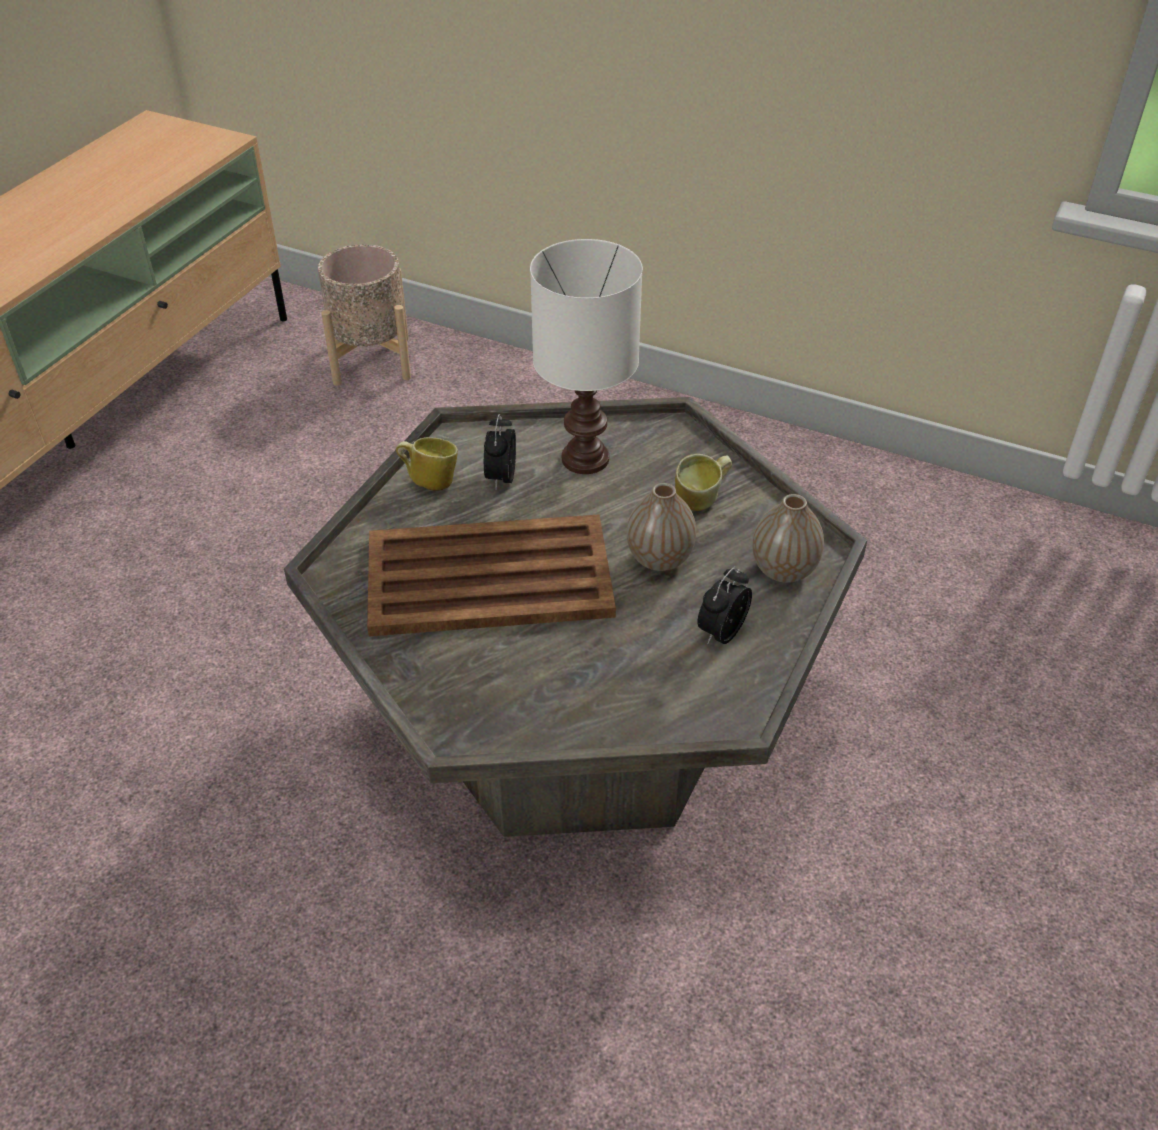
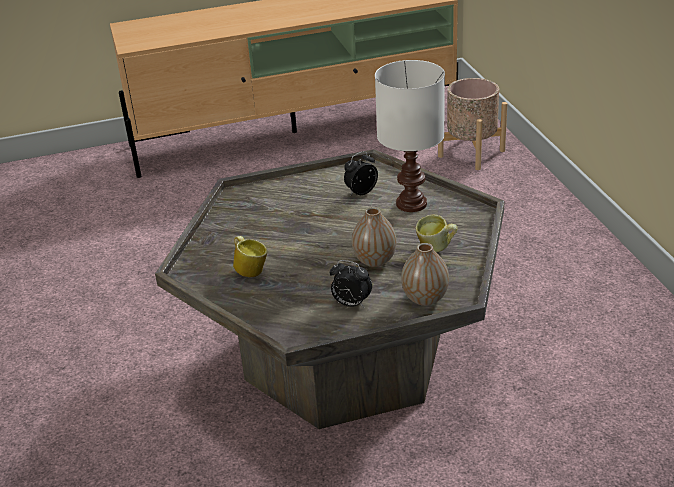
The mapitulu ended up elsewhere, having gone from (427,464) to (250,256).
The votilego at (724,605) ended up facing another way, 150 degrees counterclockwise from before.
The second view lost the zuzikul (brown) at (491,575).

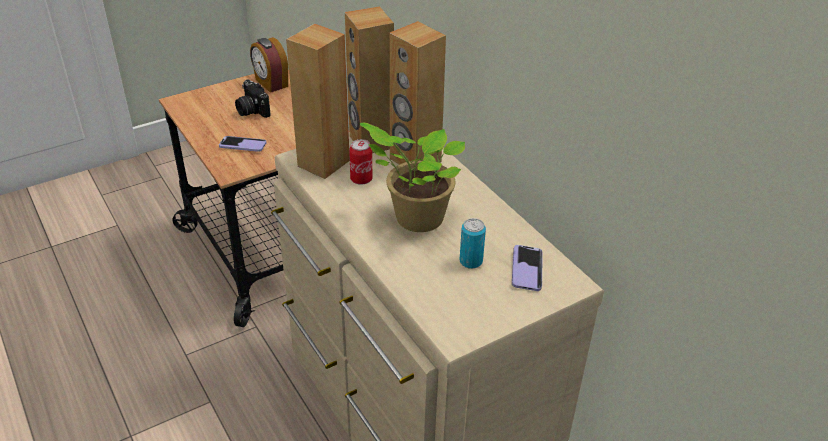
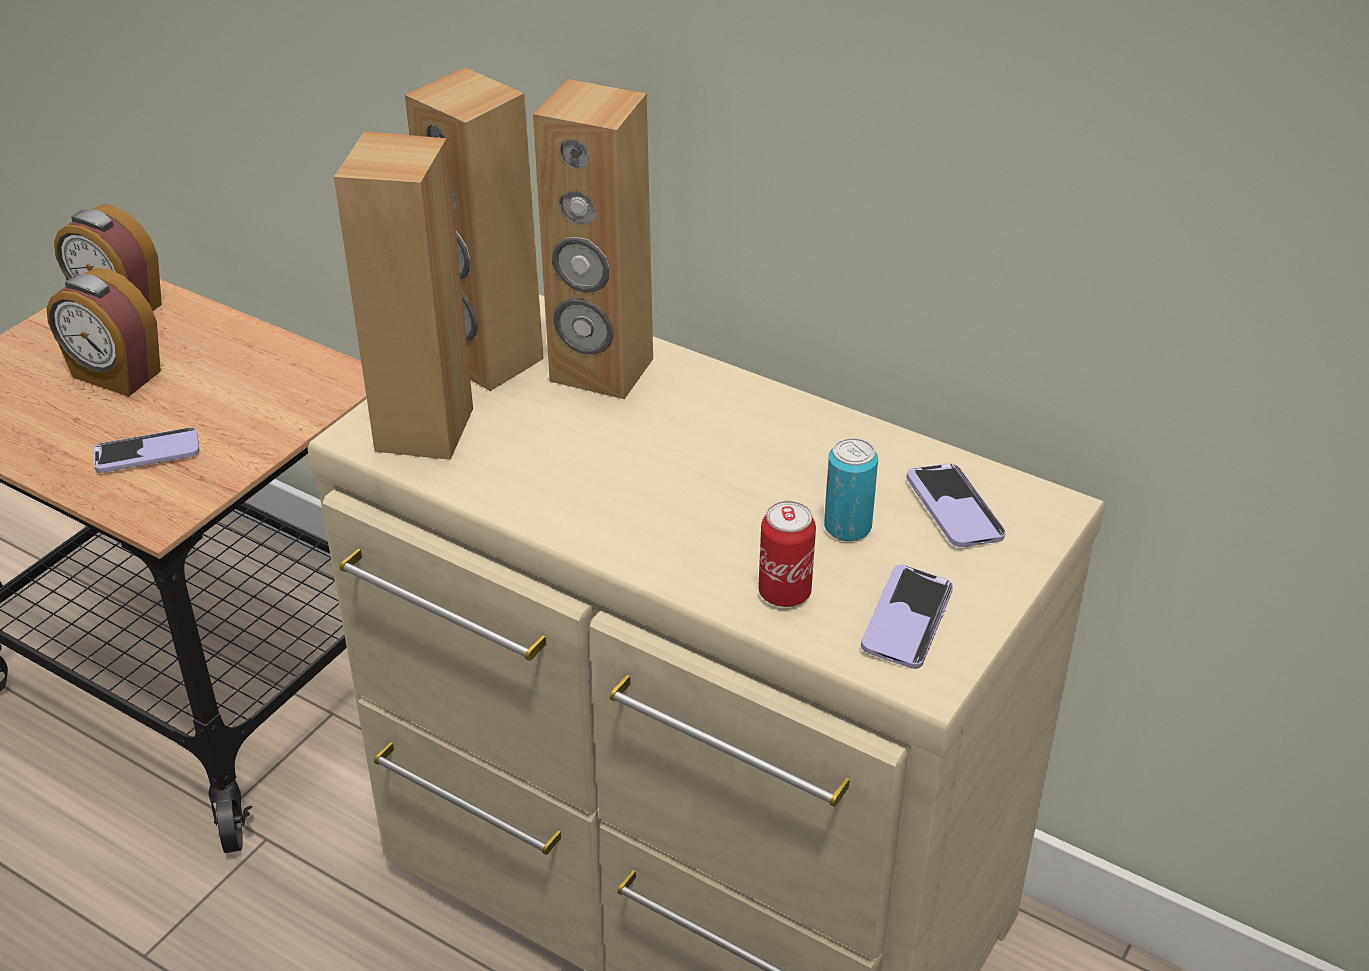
Where the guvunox stood at (252,98), the votilego came to stand at (103,332).
The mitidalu ended up elsewhere, having gone from (360,162) to (787,554).
The second view gained the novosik at (907,617).
The second view lost the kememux at (412,177).

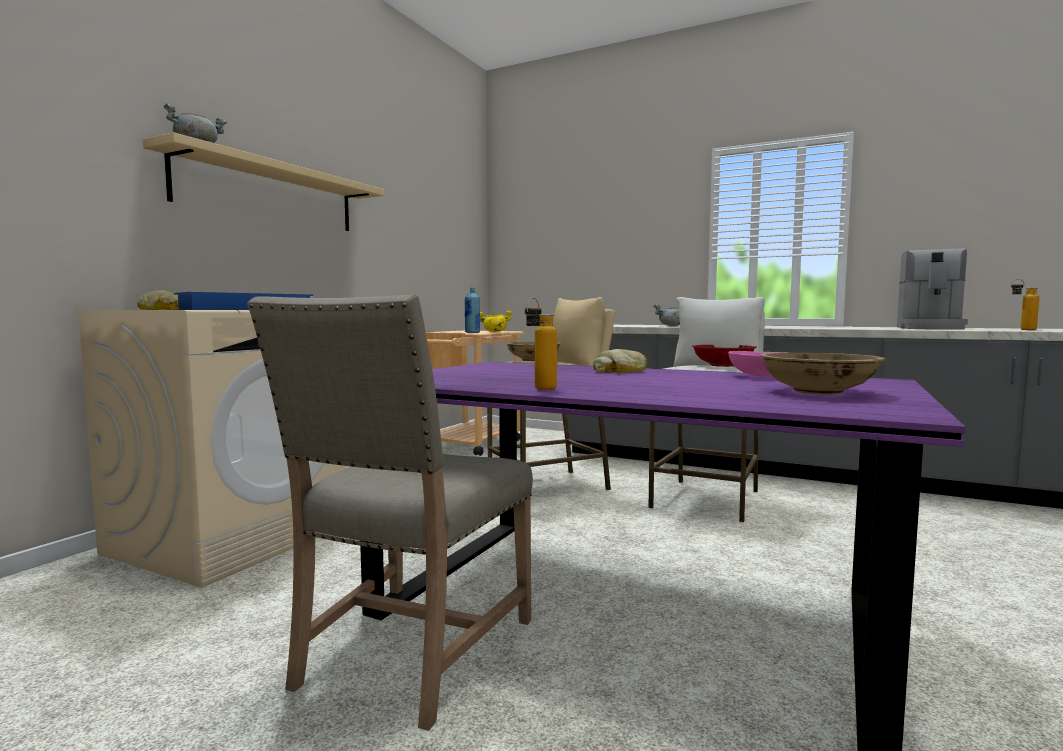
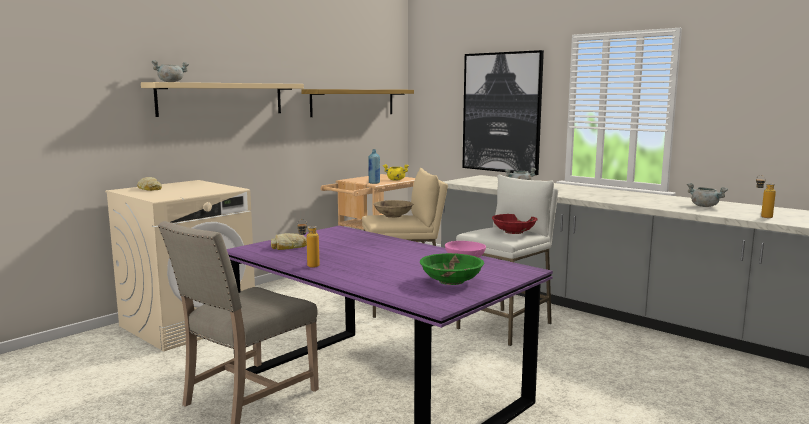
The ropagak ended up elsewhere, having gone from (620,361) to (289,241).
The second view gained the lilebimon at (357,103).
What was the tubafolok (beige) at (822,374) turned into the tubafolok (green) at (452,269).
The second view gained the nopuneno at (503,112).
Where the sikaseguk stood at (932,289), the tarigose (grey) came to stand at (707,195).
The second view lost the zuzikul (blue) at (243,301).

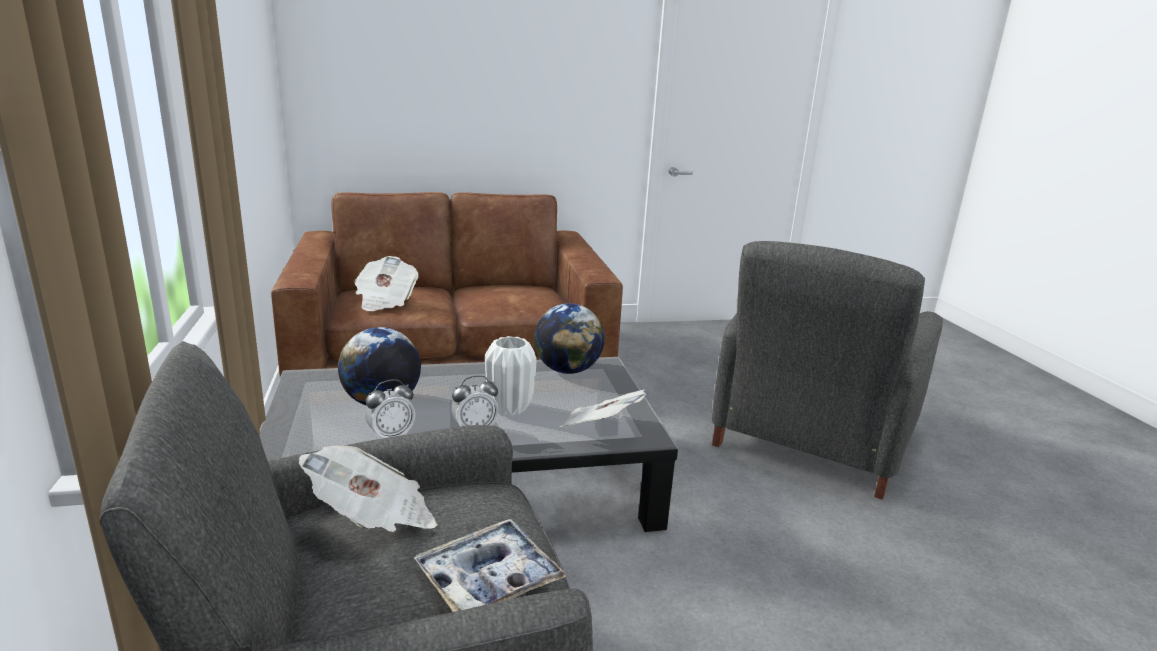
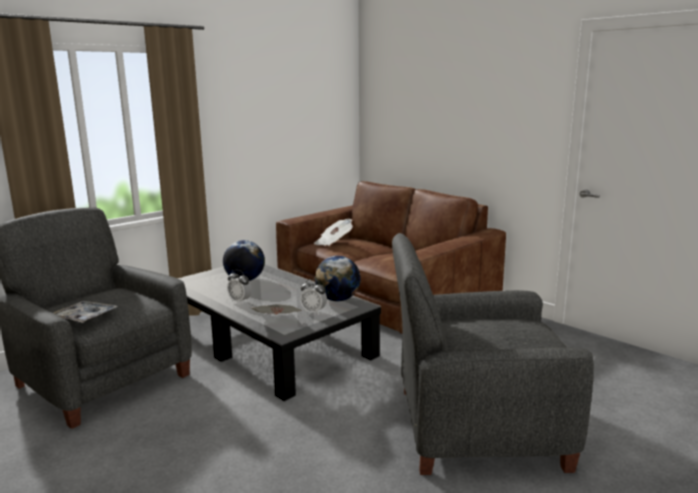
The votilego ended up elsewhere, having gone from (390,408) to (313,297).
The second view lost the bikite at (368,489).
The second view lost the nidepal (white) at (511,376).

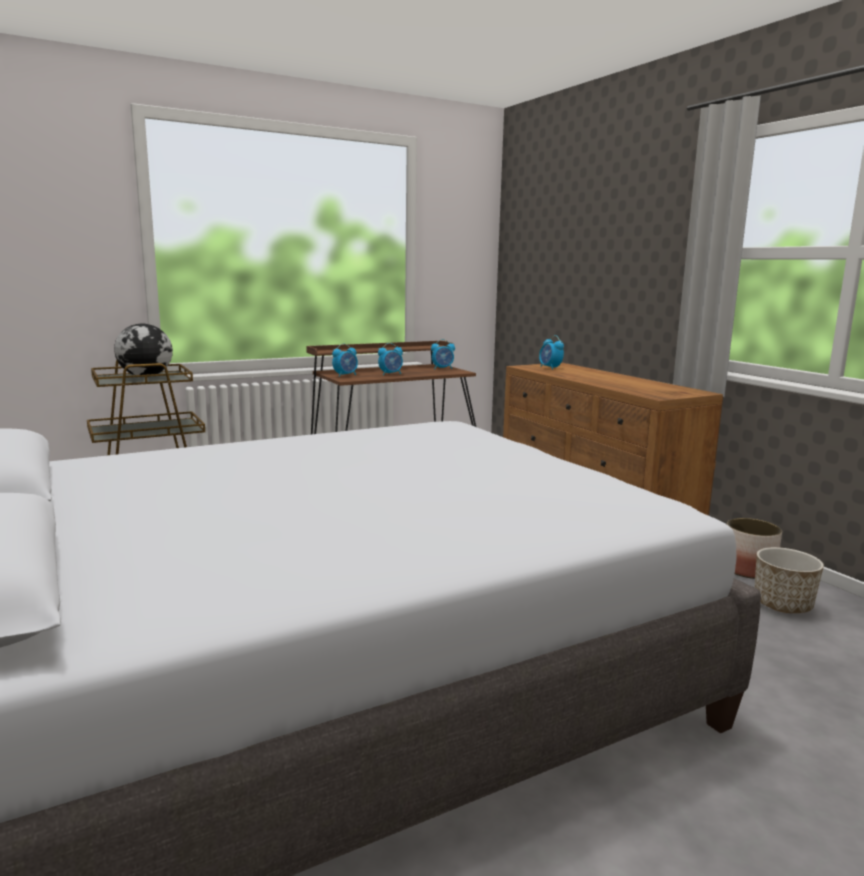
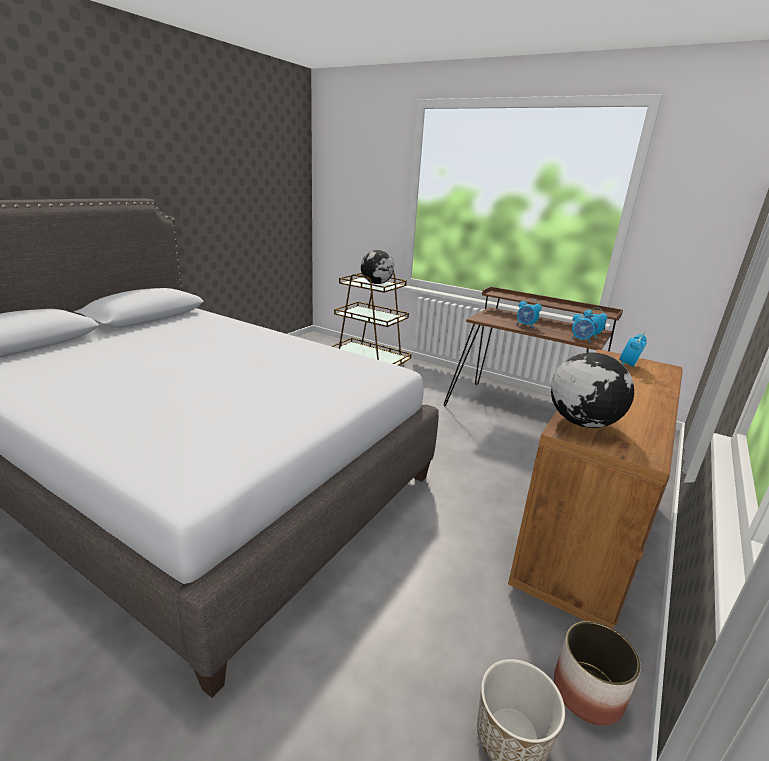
The second view gained the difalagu at (592,390).
The votilego ended up elsewhere, having gone from (345,360) to (585,327).

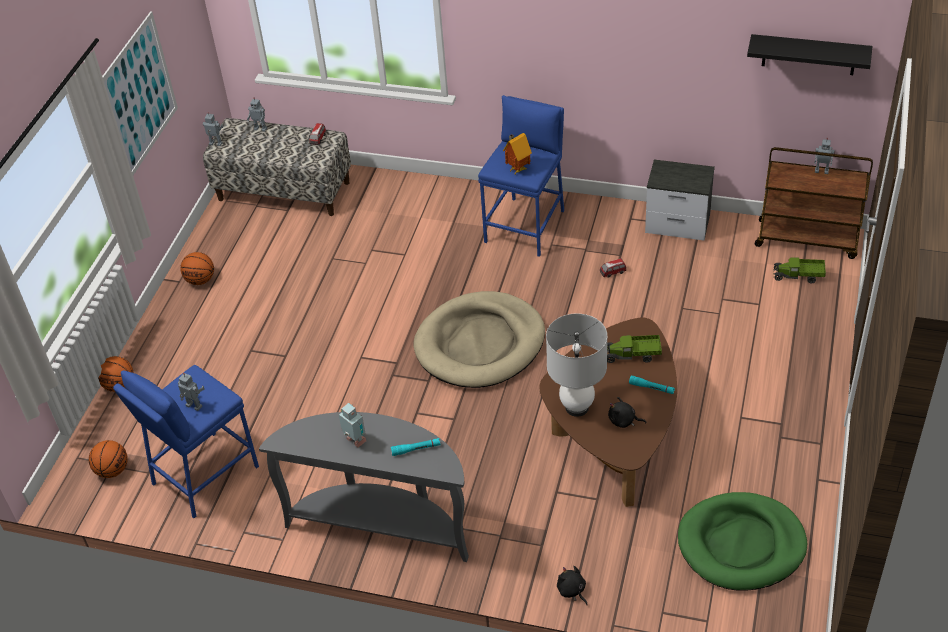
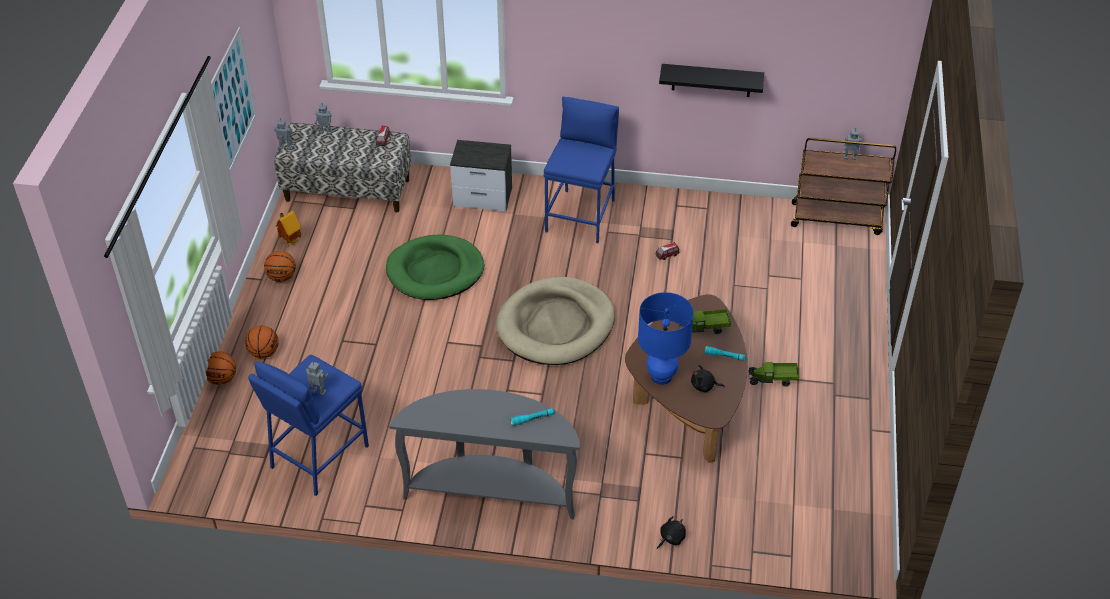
The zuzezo ended up elsewhere, having gone from (108,459) to (262,342).
The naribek ended up elsewhere, having gone from (517,154) to (288,229).
The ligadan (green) ended up elsewhere, having gone from (742,541) to (435,267).
The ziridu ended up elsewhere, having gone from (680,200) to (481,175).
What was the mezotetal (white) at (576,365) turned into the mezotetal (blue) at (666,338).
The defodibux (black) at (572,585) ended up facing another way, 90 degrees clockwise from before.
The lilebimon (black) ended up elsewhere, having gone from (810,54) to (711,80).
The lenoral ended up elsewhere, having gone from (799,270) to (773,374).
The second view lost the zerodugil at (352,425).

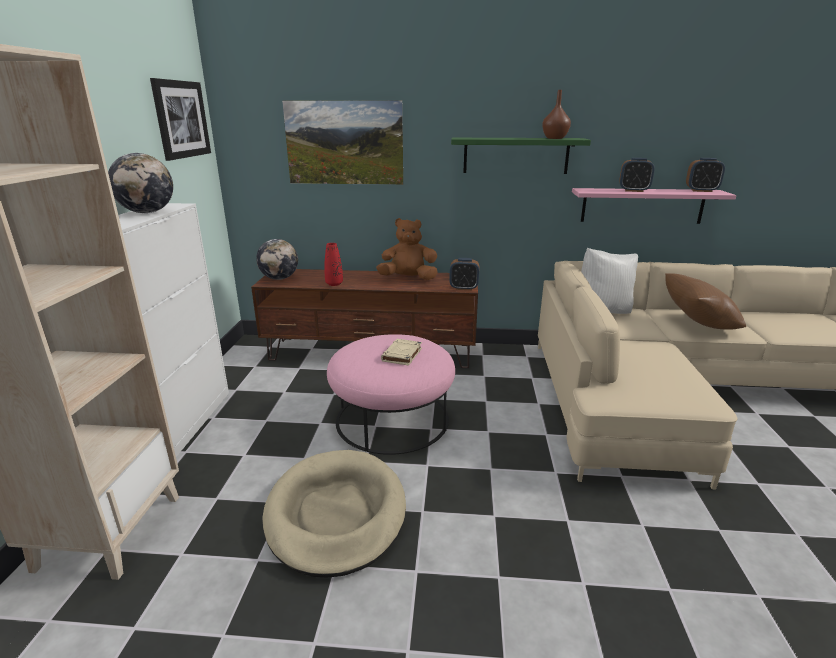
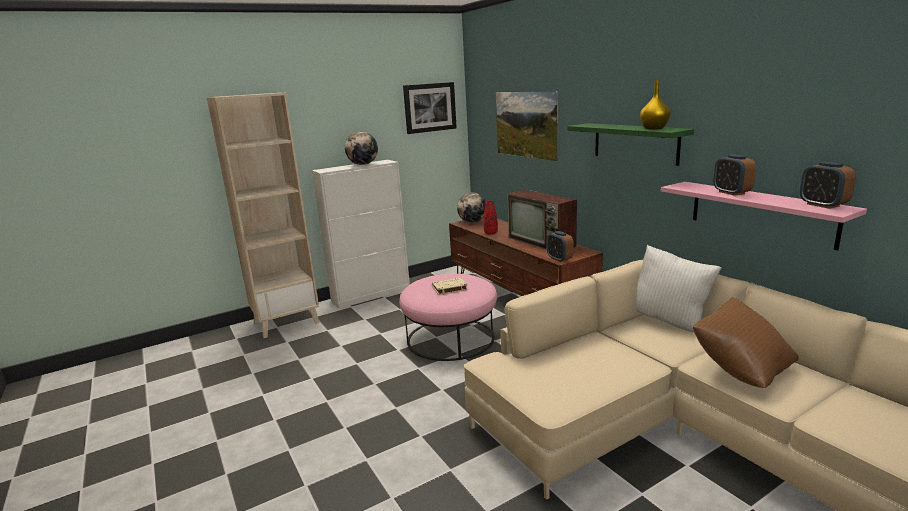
Where the defodibux (brown) stood at (407,249), the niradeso came to stand at (542,219).
What was the nidepal (brown) at (556,114) turned into the nidepal (yellow) at (655,105).
The second view lost the ligadan (beige) at (334,514).

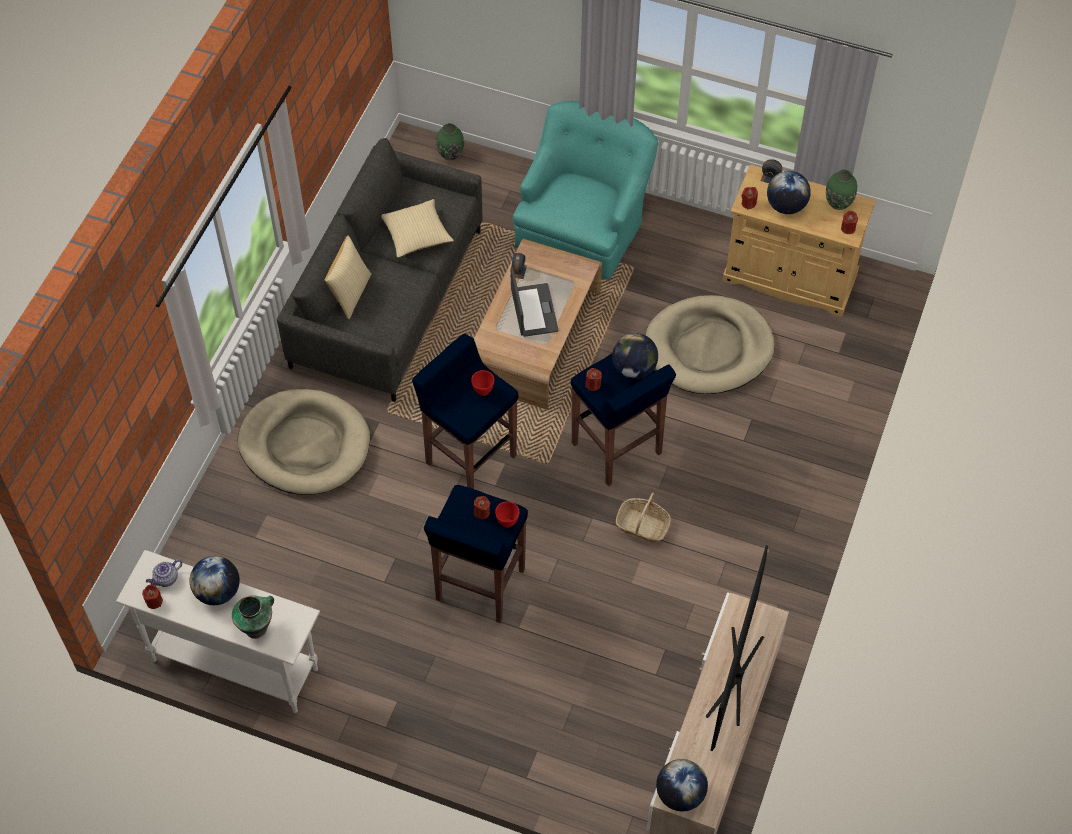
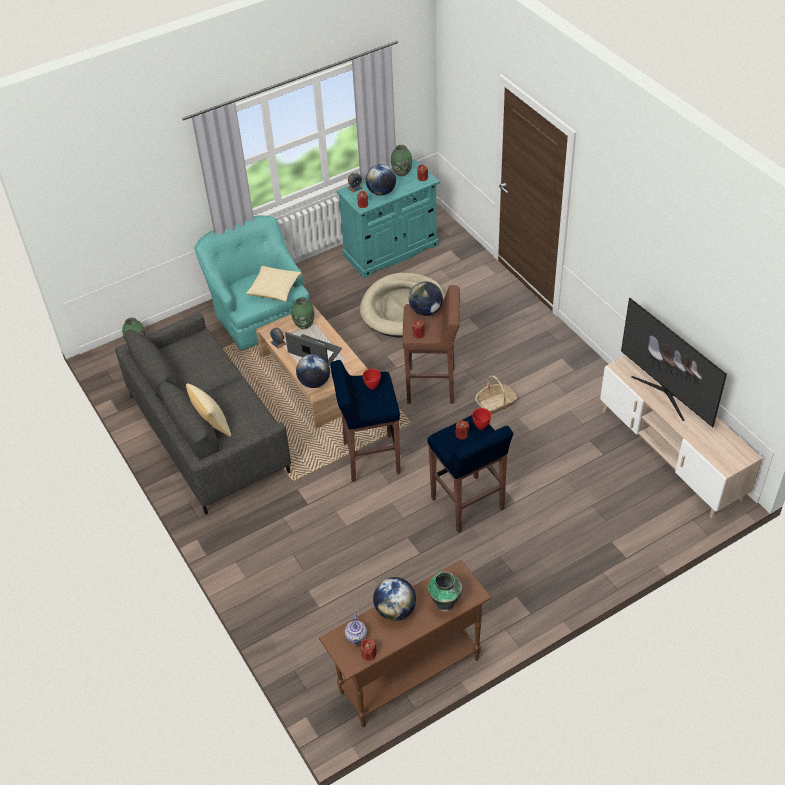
The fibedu ended up elsewhere, having gone from (417,228) to (273,284).
The second view gained the nidepal (green) at (303,313).
The difalagu ended up elsewhere, having gone from (682,785) to (313,371).
What was the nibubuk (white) at (218,631) turned into the nibubuk (brown) at (405,643).
What was the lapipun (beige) at (799,241) turned into the lapipun (turquoise) at (388,218).
What was the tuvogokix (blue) at (623,420) turned into the tuvogokix (brown) at (431,344).
The second view lost the ligadan (beige) at (304,442).

